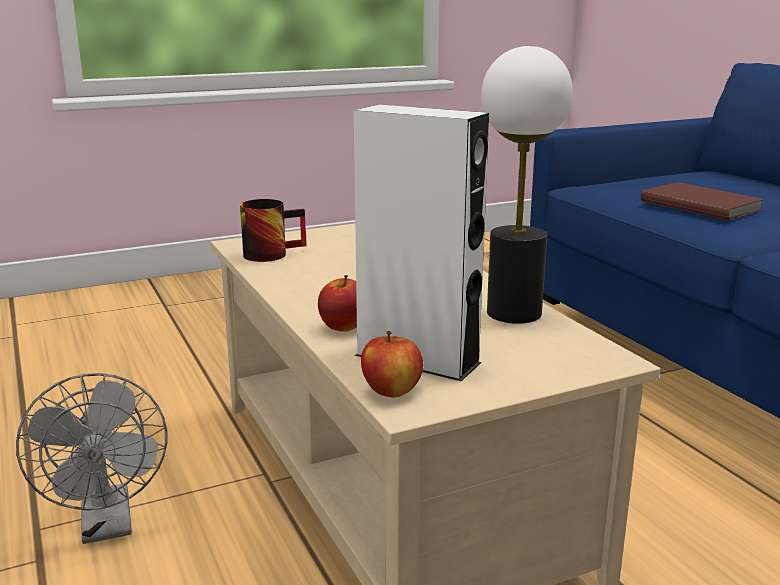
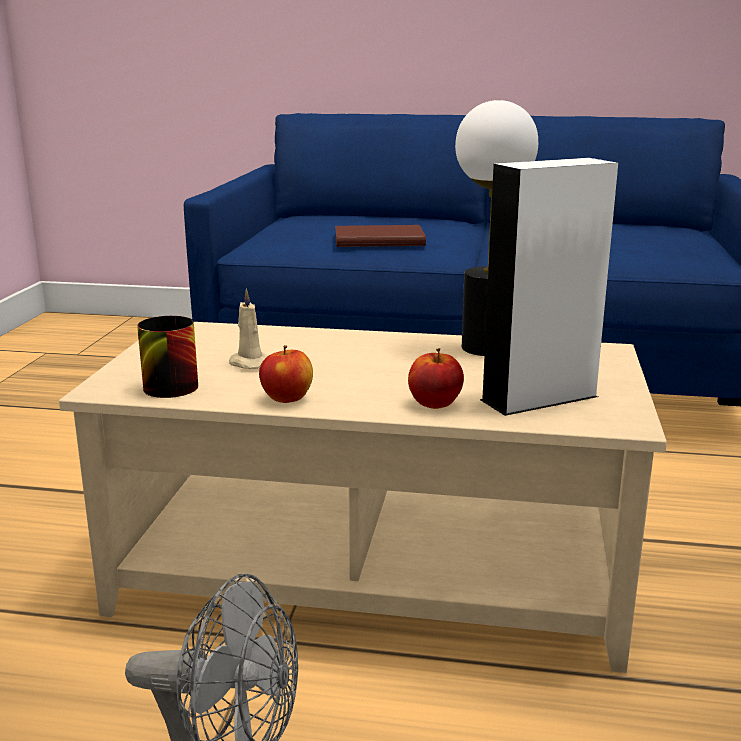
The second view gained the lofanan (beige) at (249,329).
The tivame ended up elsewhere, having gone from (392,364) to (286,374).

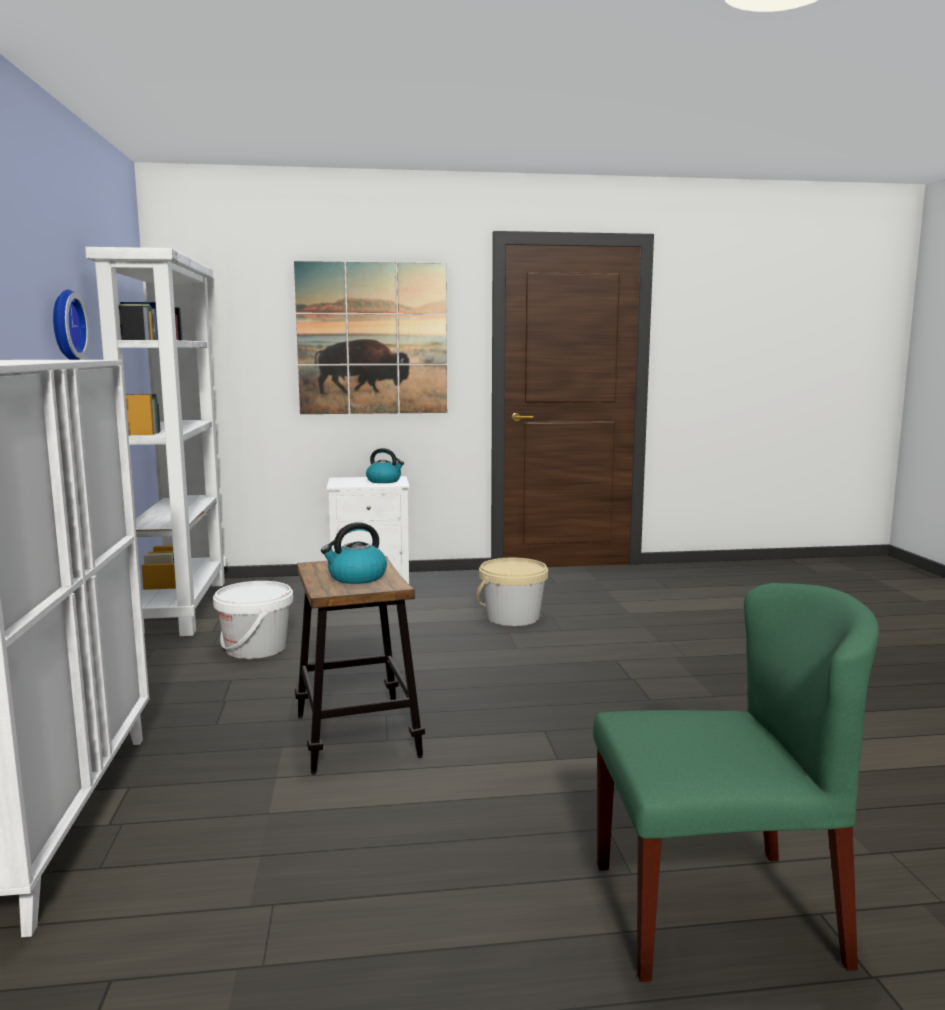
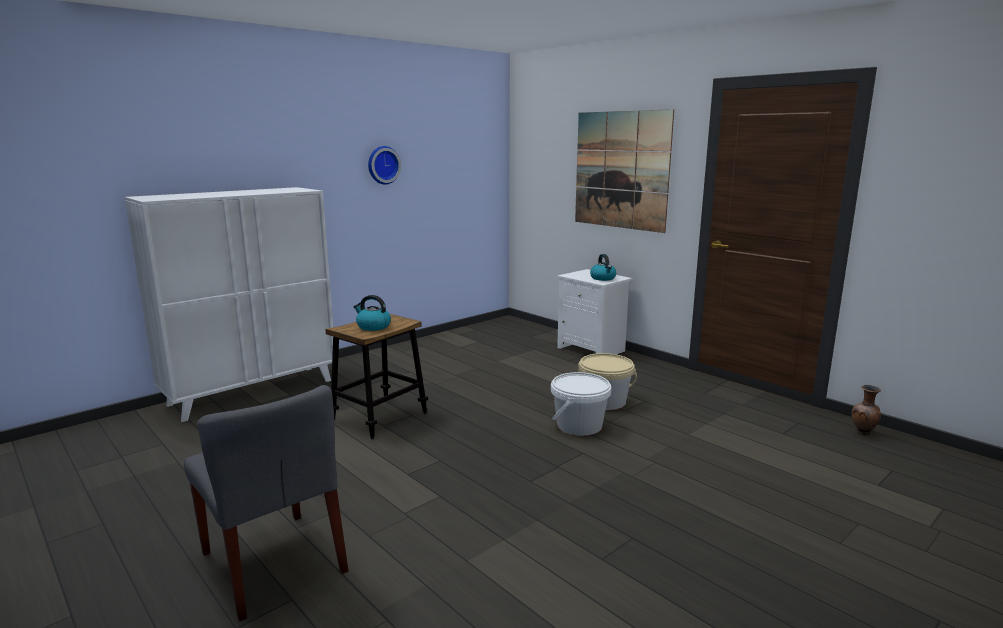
What was the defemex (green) at (736,782) turned into the defemex (grey) at (266,503).
The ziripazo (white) ended up elsewhere, having gone from (253,620) to (581,404).
The second view gained the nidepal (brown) at (866,410).
The second view lost the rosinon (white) at (156,441).

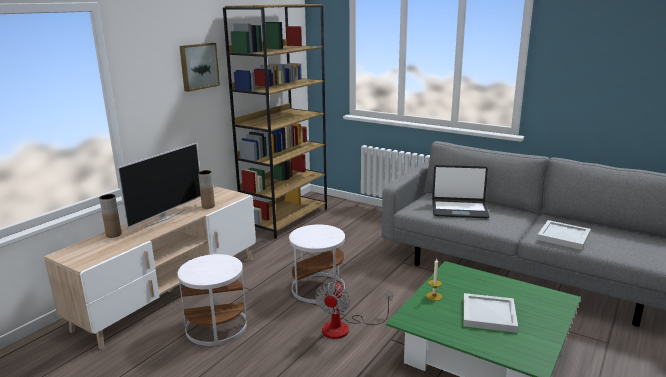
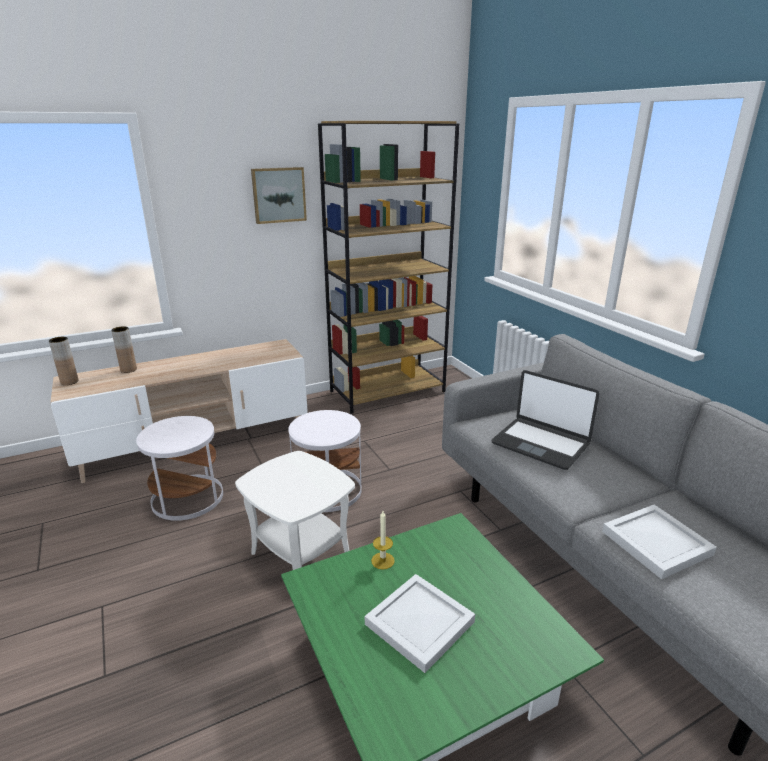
The nidepal (brown) ended up elsewhere, having gone from (206,189) to (64,361).
Where the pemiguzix stood at (354,310), the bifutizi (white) came to stand at (295,510).
The second view lost the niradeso at (159,185).

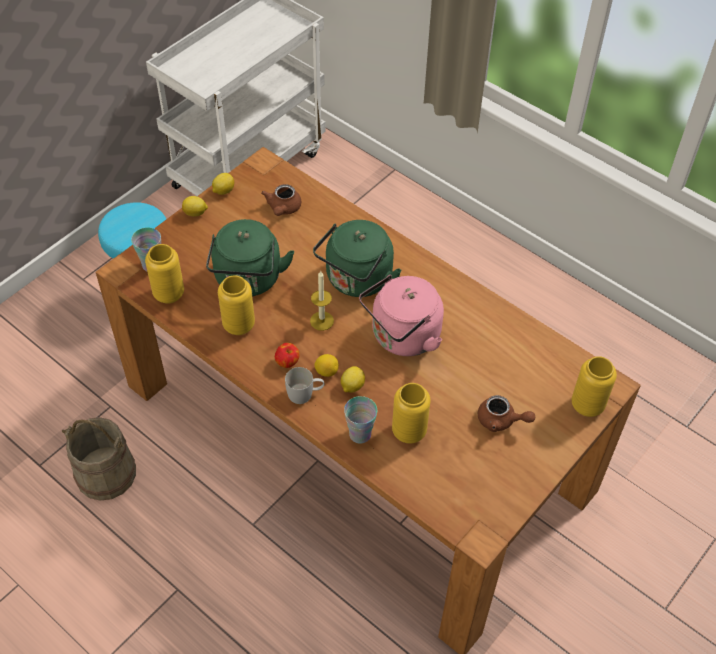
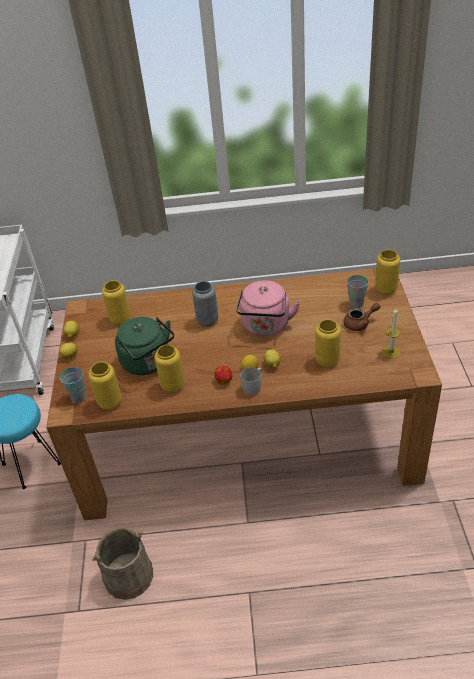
Where the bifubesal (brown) stood at (281,200), the nidepal (yellow) came to stand at (116,302).
Where the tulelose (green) stood at (357,258), the nidepal (grey) came to stand at (205,304).
The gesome ended up elsewhere, having gone from (360,419) to (357,291).
The lofanan ended up elsewhere, having gone from (322,301) to (391,333).

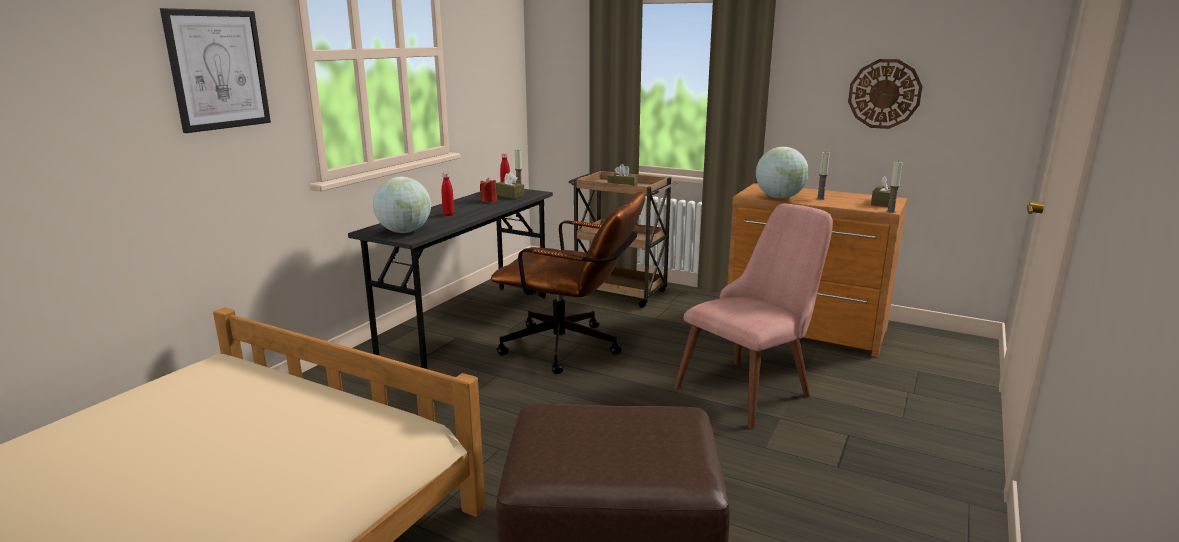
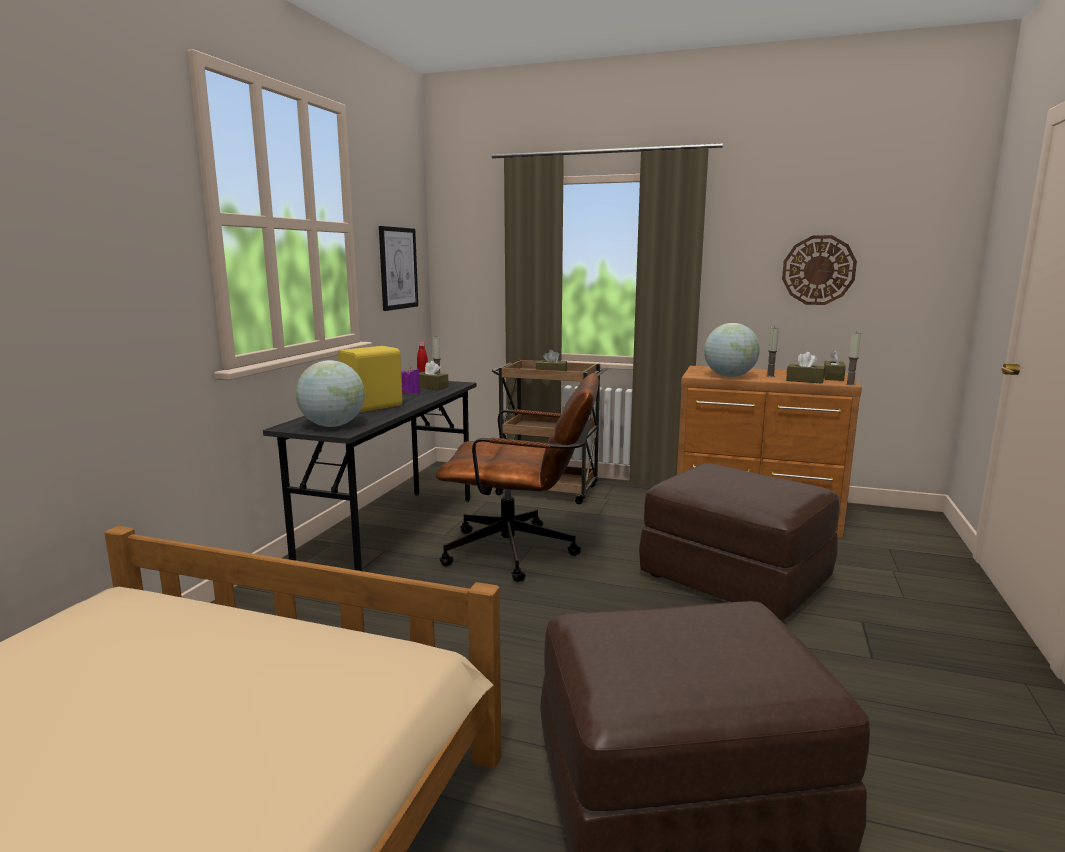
Where the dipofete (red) stood at (448,194), the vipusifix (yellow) came to stand at (370,379).
The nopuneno ended up elsewhere, having gone from (215,70) to (398,268).
What was the lofanan (red) at (488,190) turned into the lofanan (purple) at (411,380).
Where the defemex (pink) stood at (753,316), the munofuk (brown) came to stand at (739,541).
The second view gained the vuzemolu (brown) at (805,368).

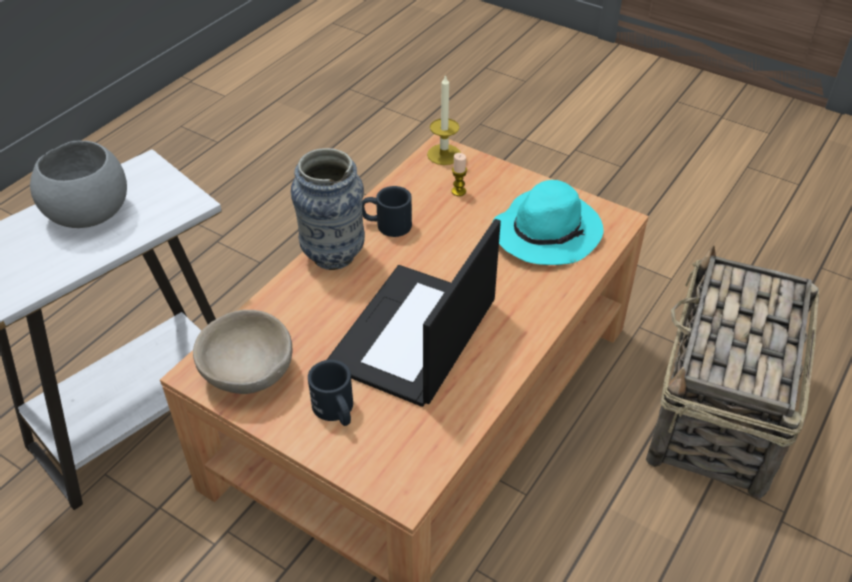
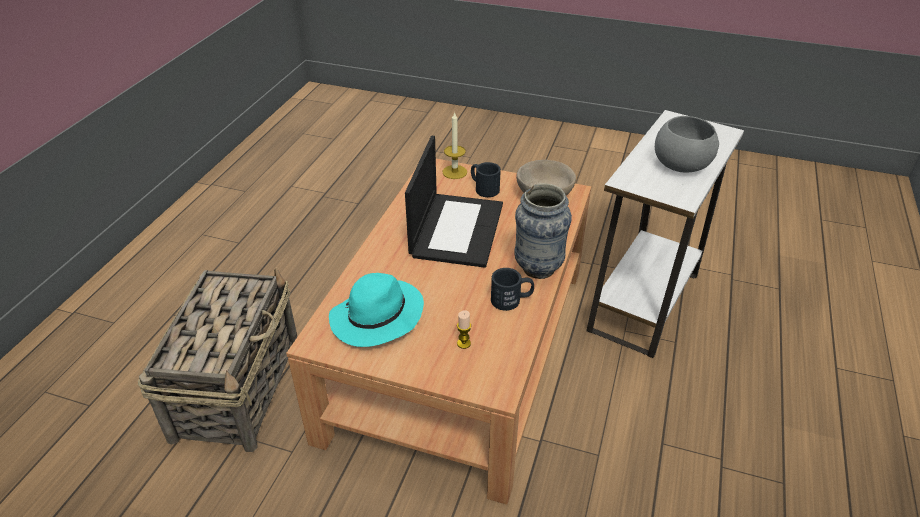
The lofanan ended up elsewhere, having gone from (444,119) to (455,145).

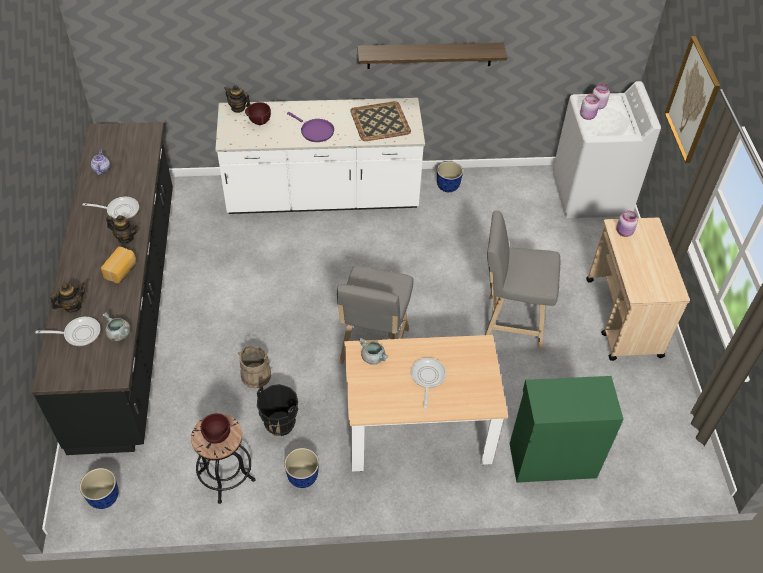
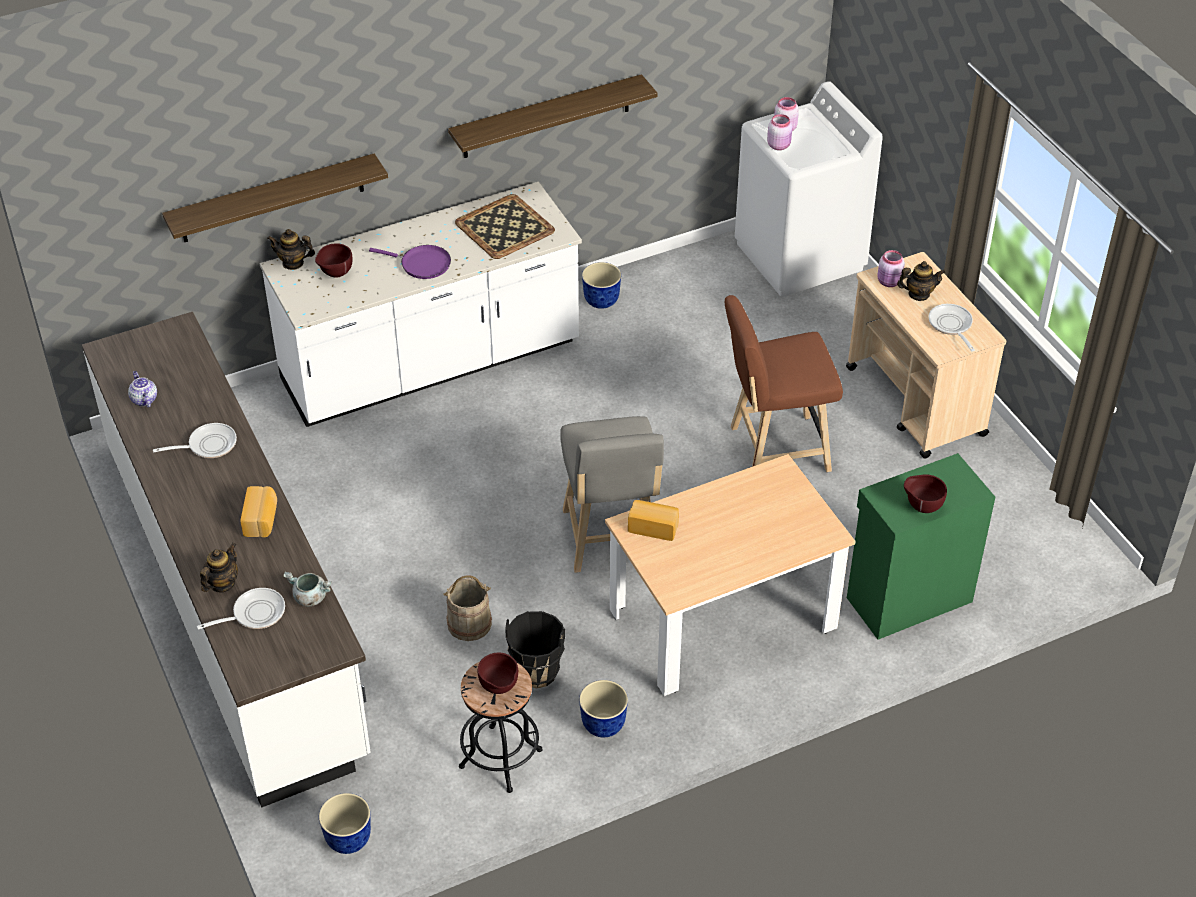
What was the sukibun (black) at (102,288) turned into the sukibun (white) at (226,560).
The second view gained the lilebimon at (275,198).
Where the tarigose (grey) stood at (373,351), the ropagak came to stand at (653,520).
What was the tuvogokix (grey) at (522,280) turned into the tuvogokix (brown) at (784,383).
The bifubesal ended up elsewhere, having gone from (121,229) to (921,281).
The second view gained the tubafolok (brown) at (925,493).
The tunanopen ended up elsewhere, having gone from (428,383) to (952,328).
The second view lost the nopuneno at (692,99).

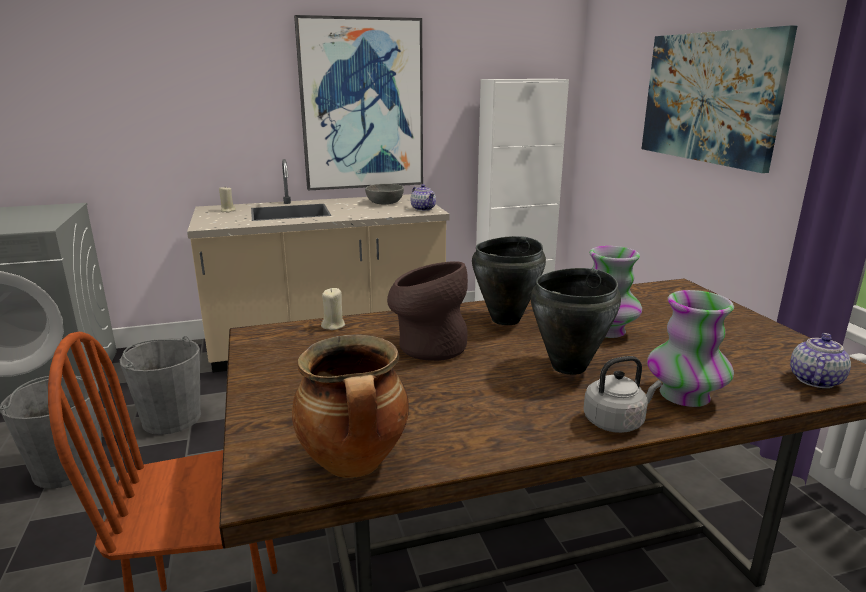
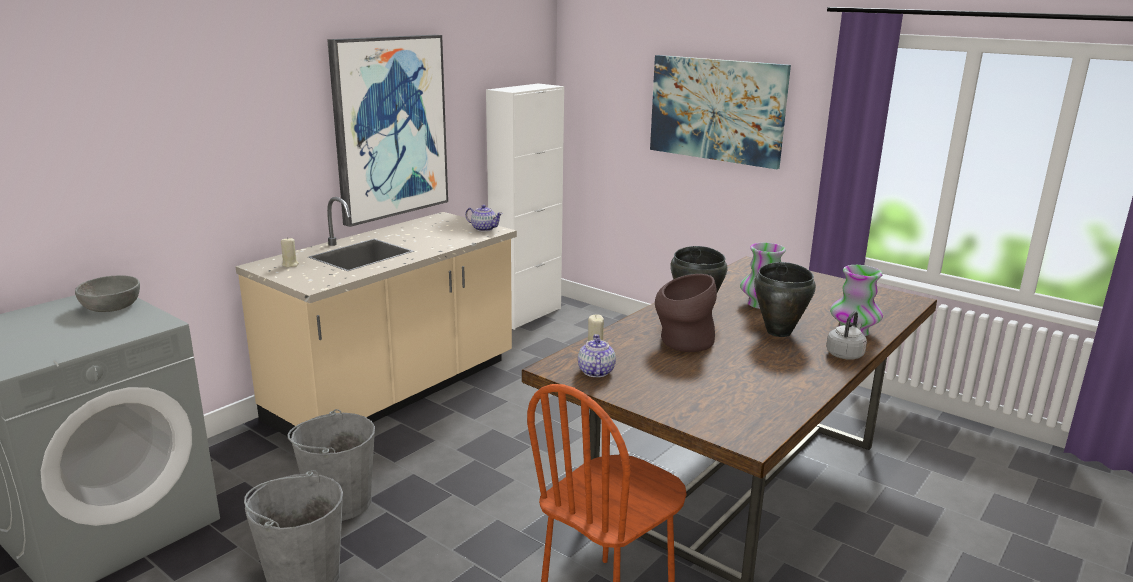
The tubafolok (grey) ended up elsewhere, having gone from (384,194) to (107,293).
The bifubesal ended up elsewhere, having gone from (820,360) to (597,355).
The second view lost the tarigose at (350,406).

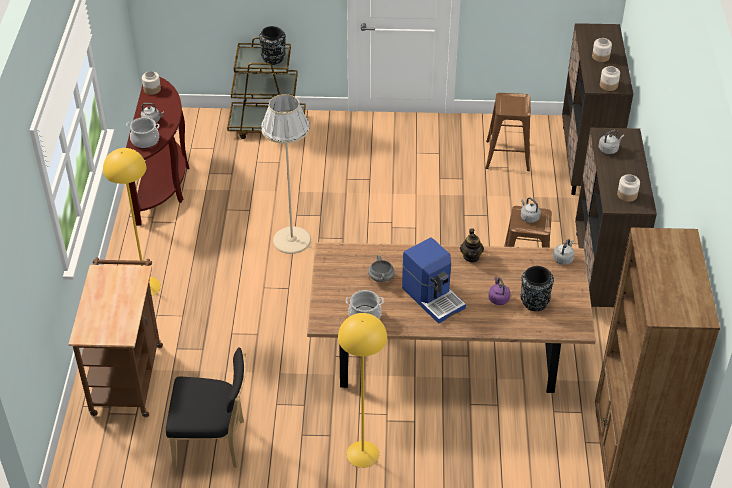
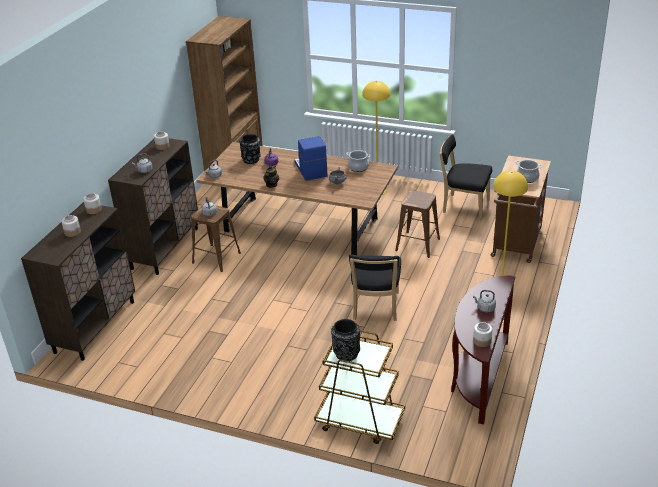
Where the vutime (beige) stood at (286,174), the defemex (black) came to stand at (375,288).
The tuvogokix (brown) ended up elsewhere, having gone from (508,132) to (417,224).
The tarigose ended up elsewhere, having gone from (143,132) to (529,171).

